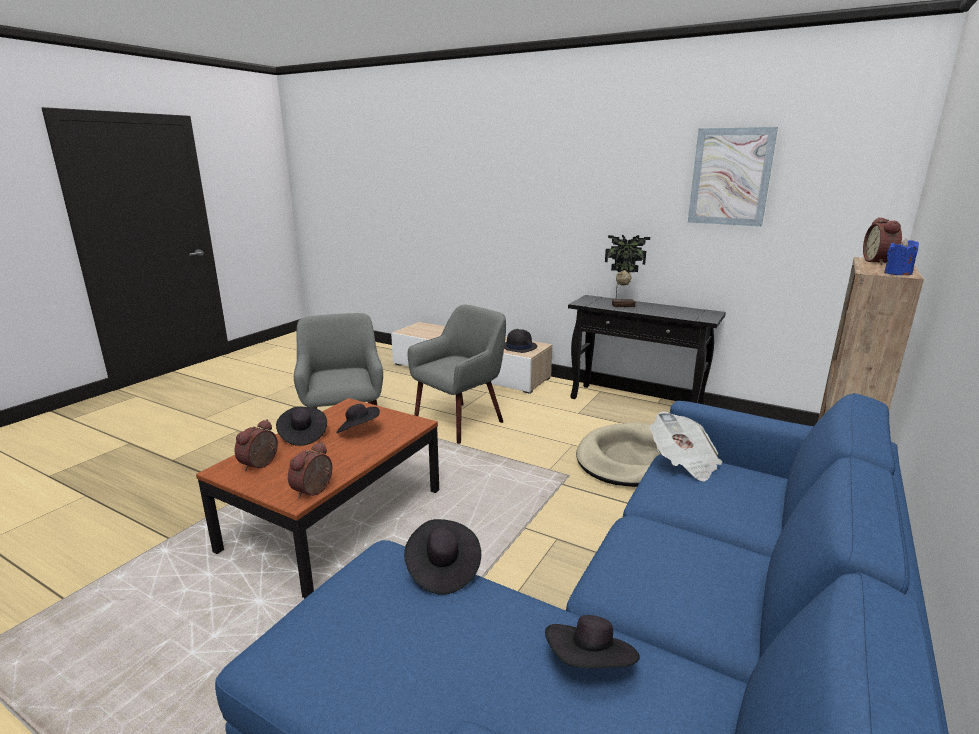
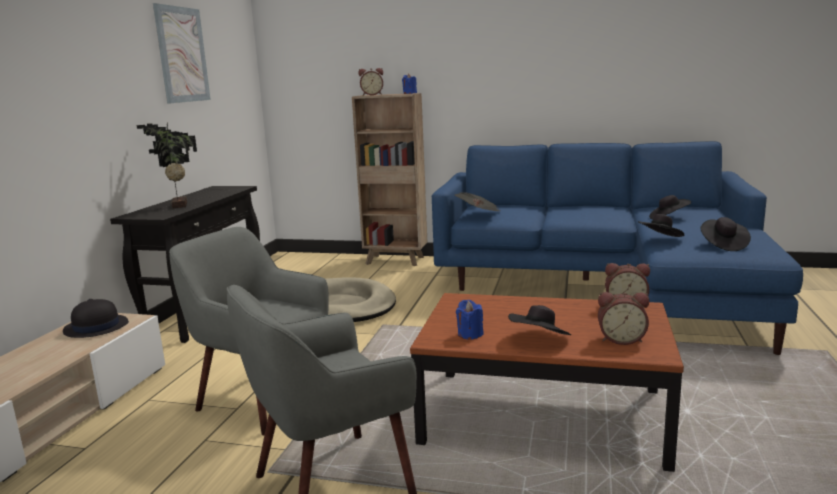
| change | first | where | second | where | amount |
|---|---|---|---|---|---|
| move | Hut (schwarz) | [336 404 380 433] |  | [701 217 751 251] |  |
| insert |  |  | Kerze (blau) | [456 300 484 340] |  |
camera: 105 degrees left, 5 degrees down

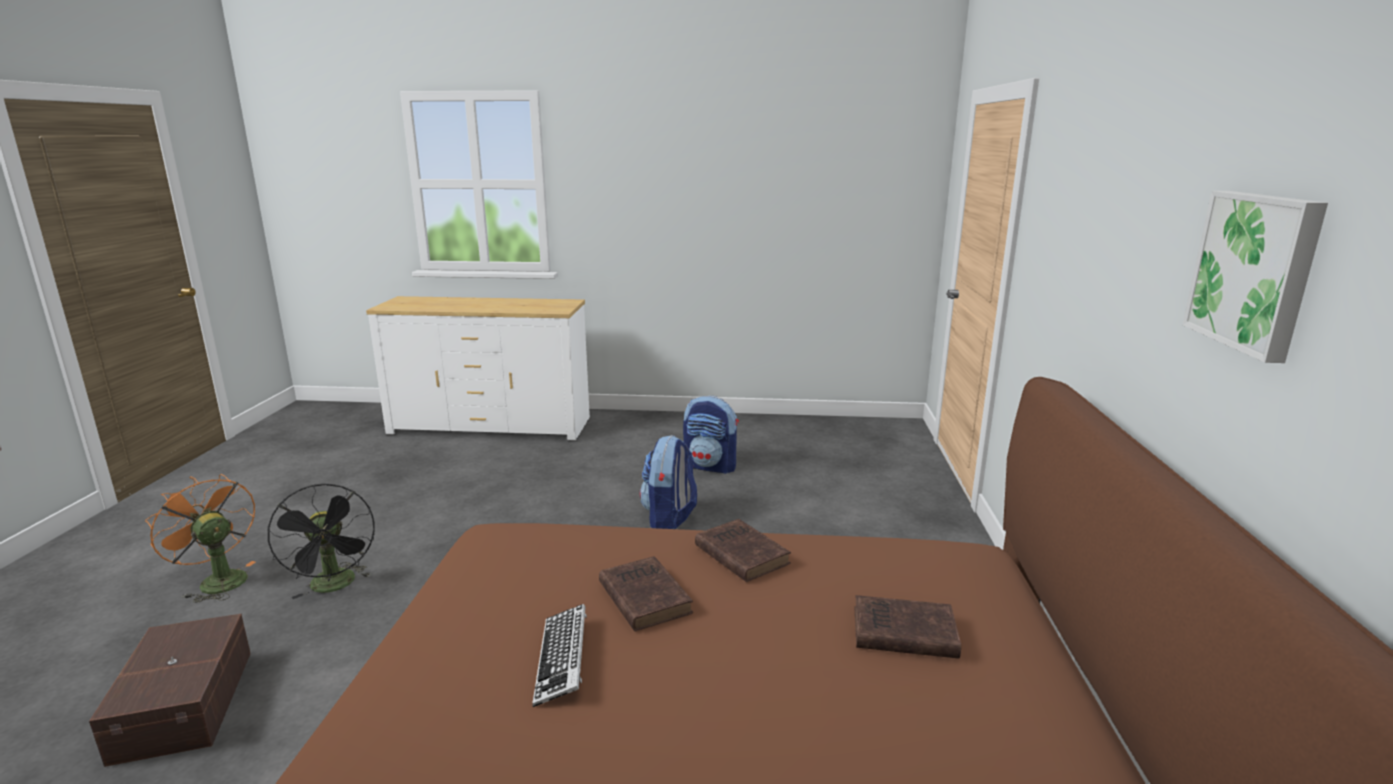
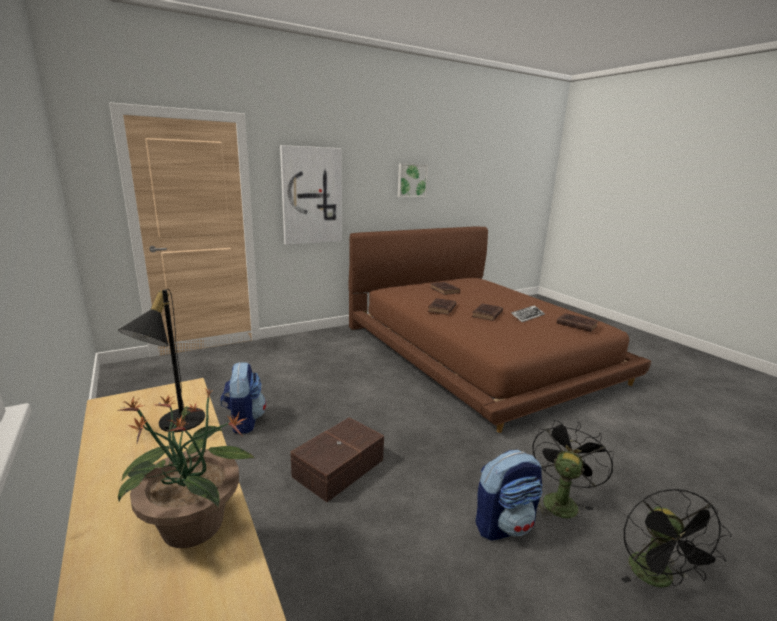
| change | first | where | second | where | amount |
|---|---|---|---|---|---|
| move | Aufbewahrungsbox (braun) | [89 614 251 767] |  | [290 417 384 502] |  |
| recolor | Ventilator (orange) | [145 474 256 603] | Ventilator (schwarz) | [621 489 732 588] |  |
| move | Rucksack | [640 435 697 529] |  | [475 450 542 540] |  |
| insert |  |  | Tischlampe (schwarz) | [118 289 205 432] |  |
| insert |  |  | Topfpflanze | [118 388 256 548] |  |
| insert |  |  | Bild | [280 145 342 245] |  |
| insert |  |  | Buch (braun) | [557 313 598 332] |  |
camera: 125 degrees left, 0 degrees up

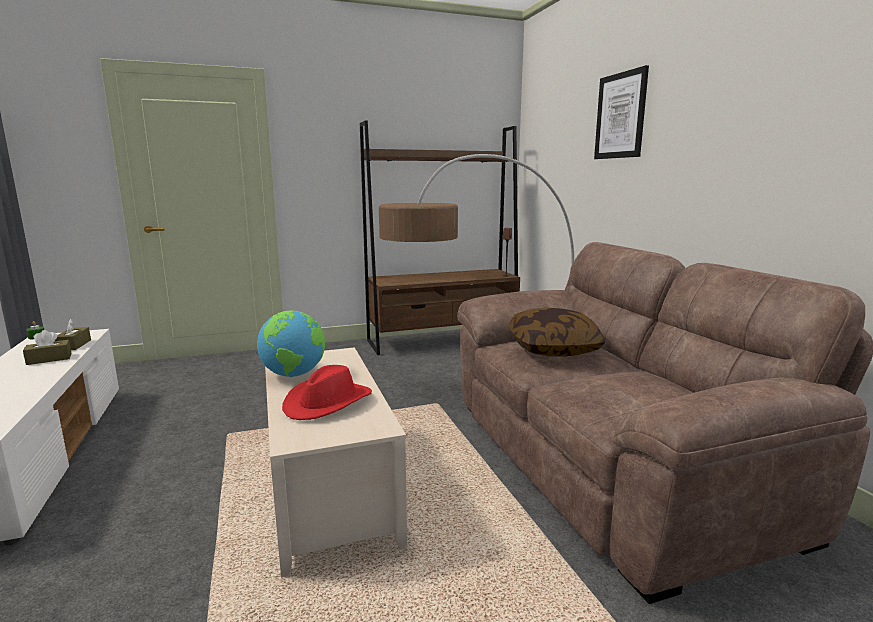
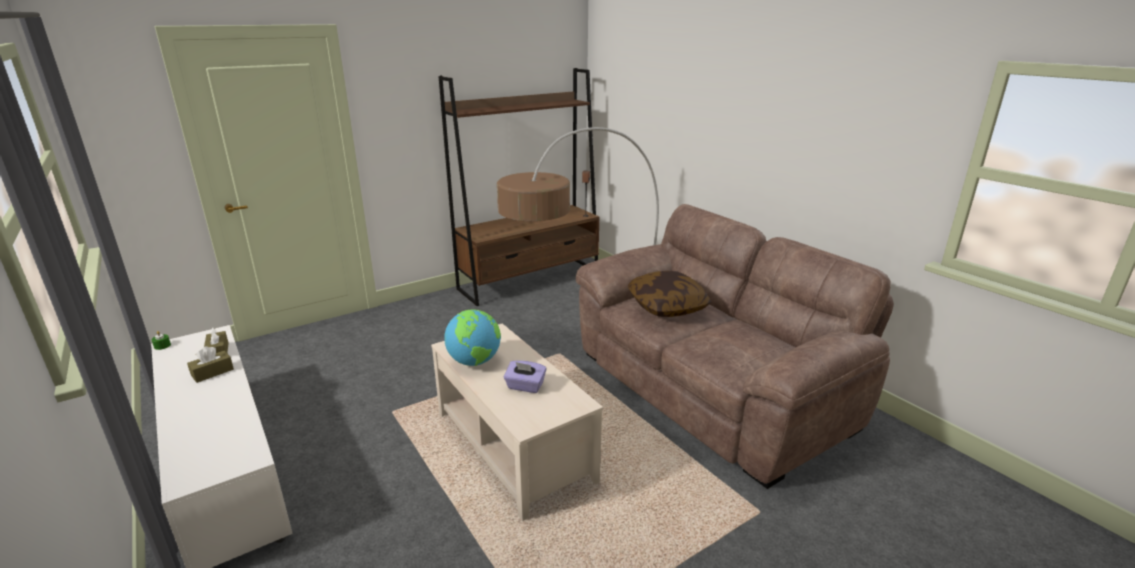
| change | first | where | second | where | amount |
|---|---|---|---|---|---|
| replace | Hut (rot) | [282 365 372 420] | Taschentuchbox (lila) | [504 360 547 393] |  |
| delete | Bild | [594 65 649 159] |  |  |  |
camera: 15 degrees left, 10 degrees up

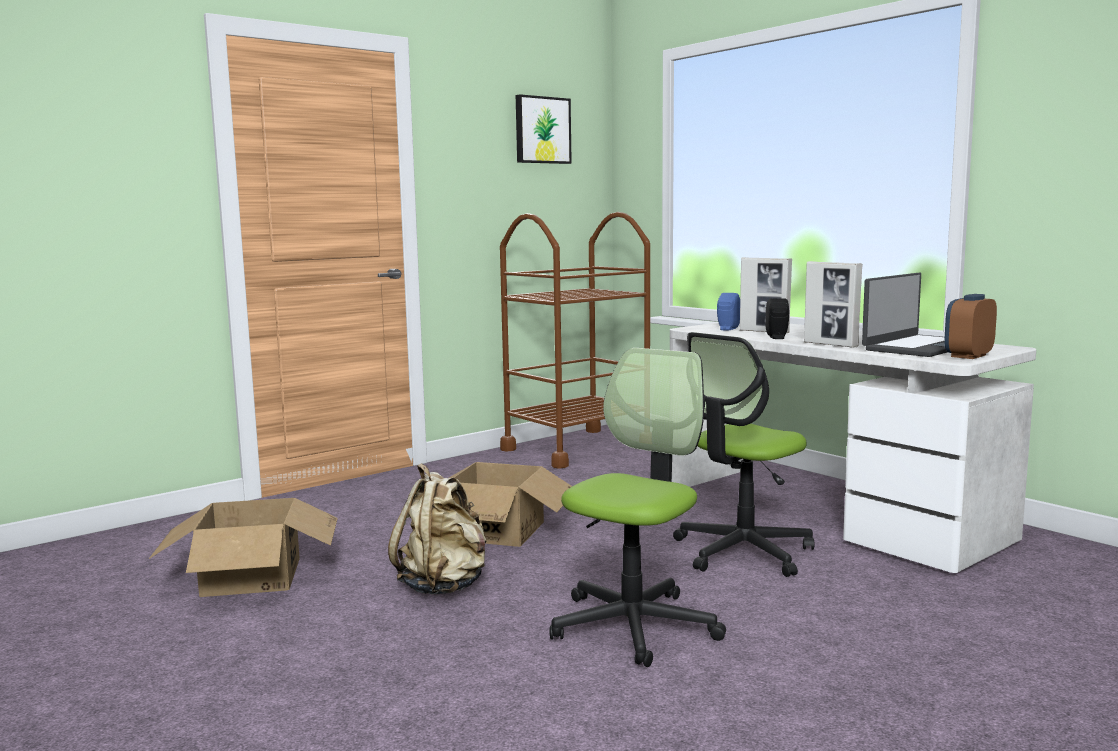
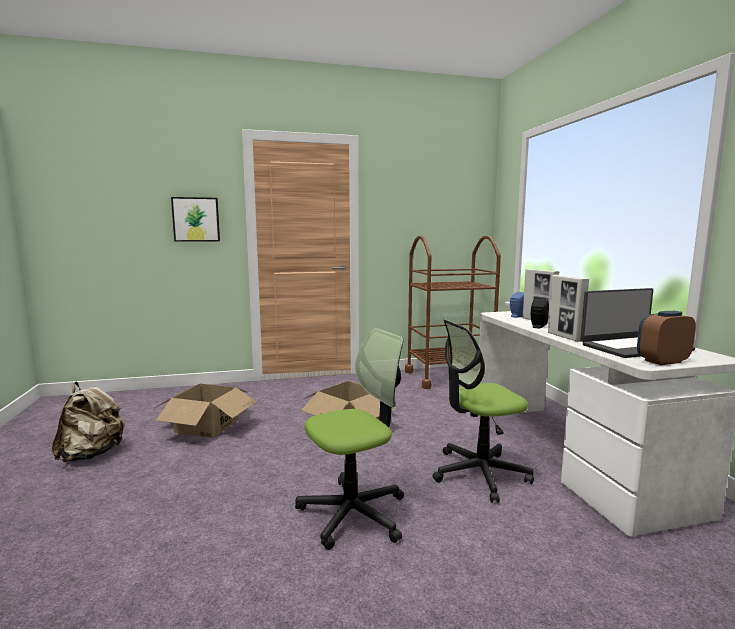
| change | first | where | second | where | amount |
|---|---|---|---|---|---|
| move | Rucksack (beige) | [388 463 486 594] |  | [52 382 125 462] |  |
| move | Bild | [516 94 572 164] |  | [171 197 220 242] |  |
camera: 25 degrees right, 0 degrees up

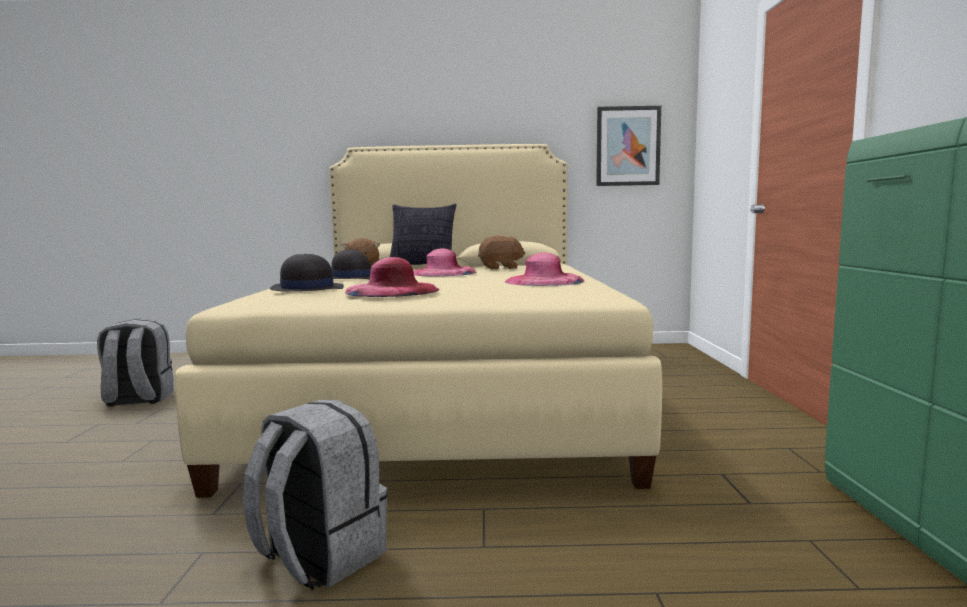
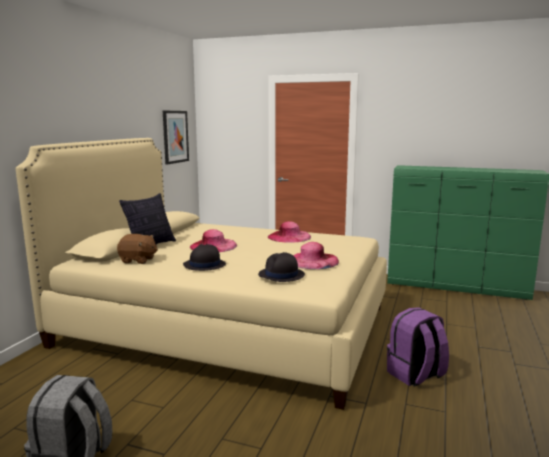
| change | first | where | second | where | amount |
|---|---|---|---|---|---|
| recolor | Rucksack (grau) | [243 400 387 590] | Rucksack (lila) | [387 307 449 387] |  |
| delete | Plüschtier (braun) | [478 236 525 270] |  |  |  |
camera: 70 degrees left, 5 degrees up

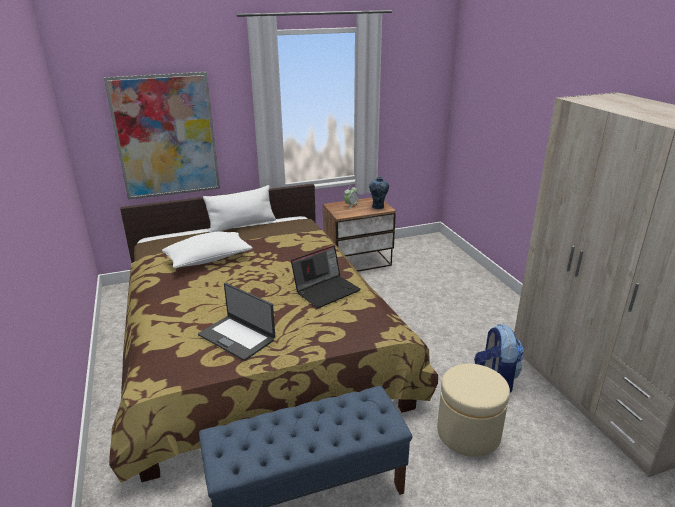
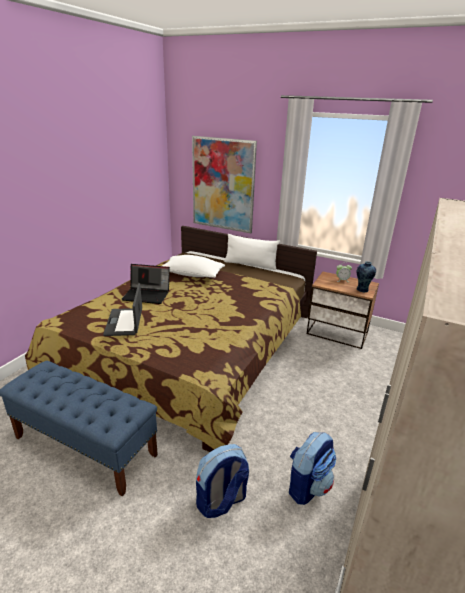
| change | first | where | second | where | amount |
|---|---|---|---|---|---|
| move | Laptop | [291 245 361 308] |  | [121 264 170 304] |  |
| replace | Polsterhocker (beige) | [437 364 510 457] | Rucksack | [196 444 249 518] |  |
camera: 45 degrees right, 0 degrees up

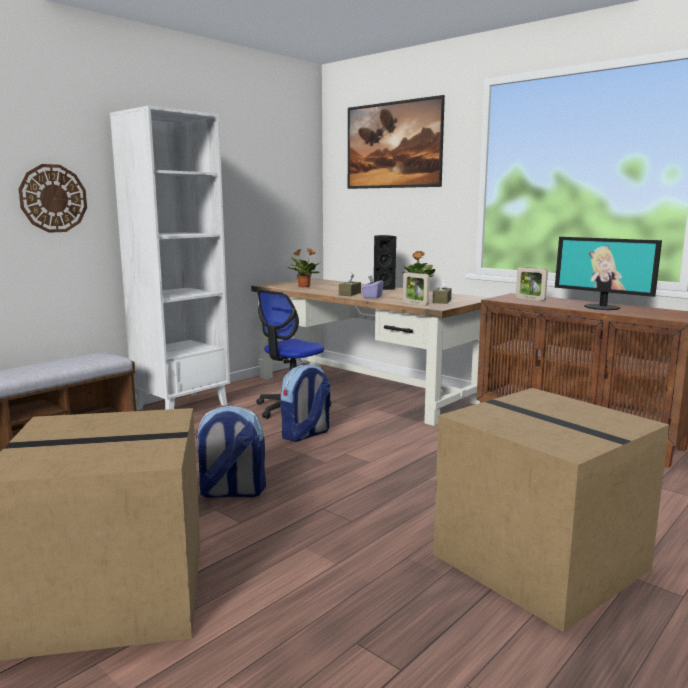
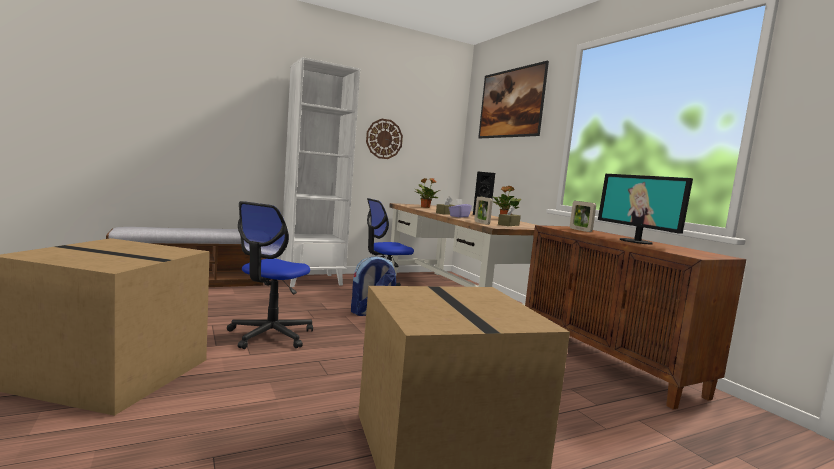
| change | first | where | second | where | amount |
|---|---|---|---|---|---|
| move | Wanduhr | [18 164 87 233] |  | [366 119 403 159] |  |
| replace | Rucksack | [194 405 266 498] | Bürostuhl | [227 201 313 349] |  |
camera: 20 degrees right, 5 degrees down

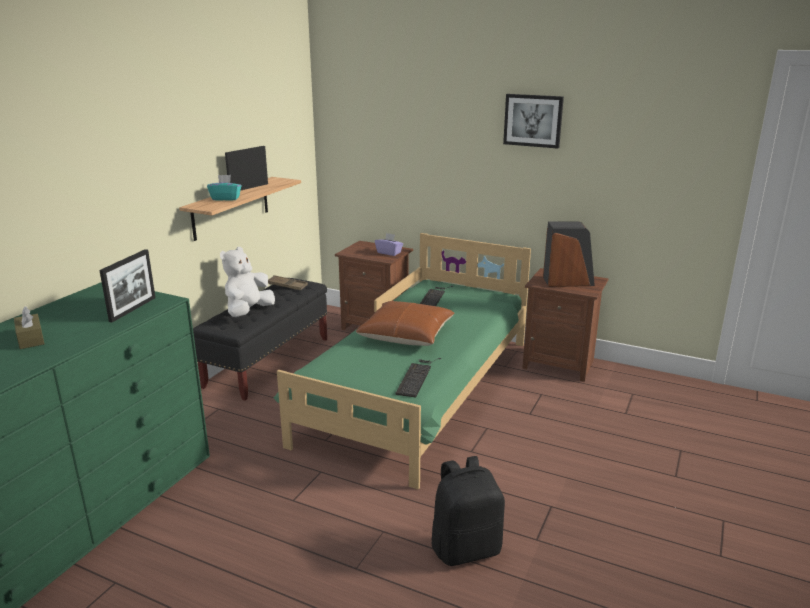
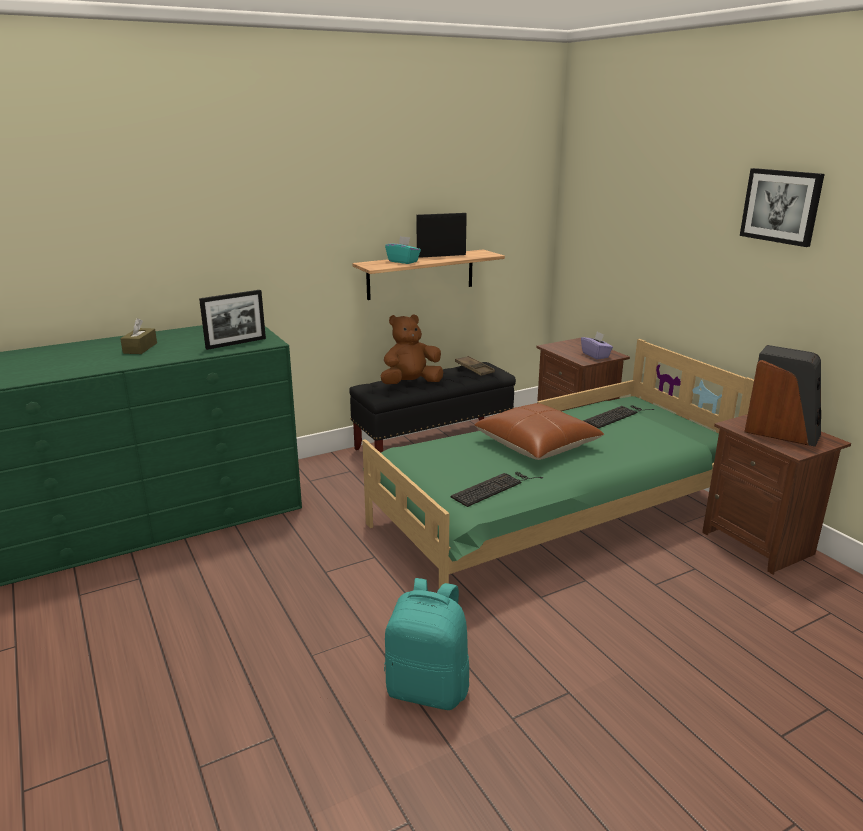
| change | first | where | second | where | amount |
|---|---|---|---|---|---|
| recolor | Plüschtier (weiß) | [220 247 275 317] | Plüschtier (braun) | [381 315 443 384] |  |
| recolor | Rucksack (schwarz) | [431 456 505 566] | Rucksack (türkis) | [384 578 469 710] |  |
camera: 35 degrees right, 0 degrees up

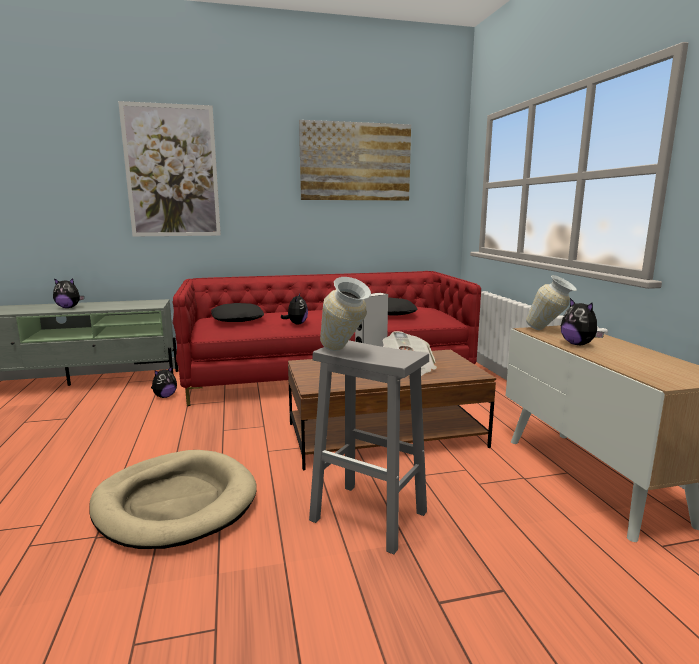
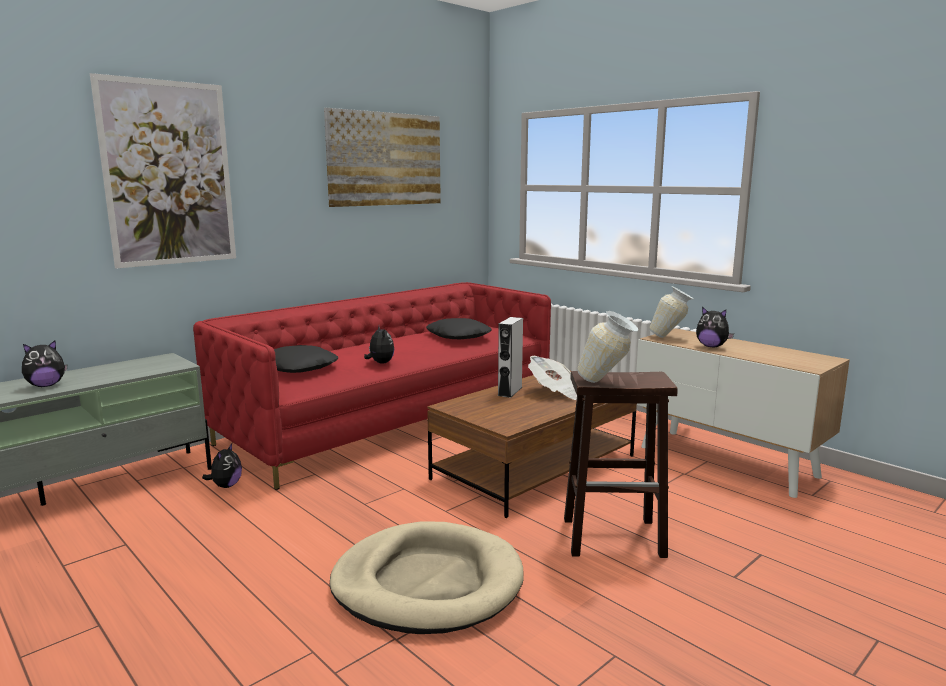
| change | first | where | second | where | amount |
|---|---|---|---|---|---|
| recolor | Hocker (grau) | [309 340 429 554] | Hocker (braun) | [564 371 678 558] |  |
camera: 30 degrees left, 0 degrees up

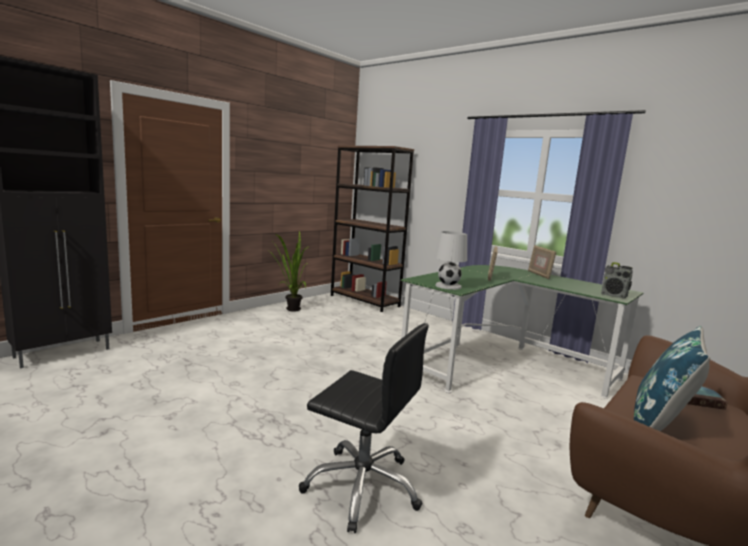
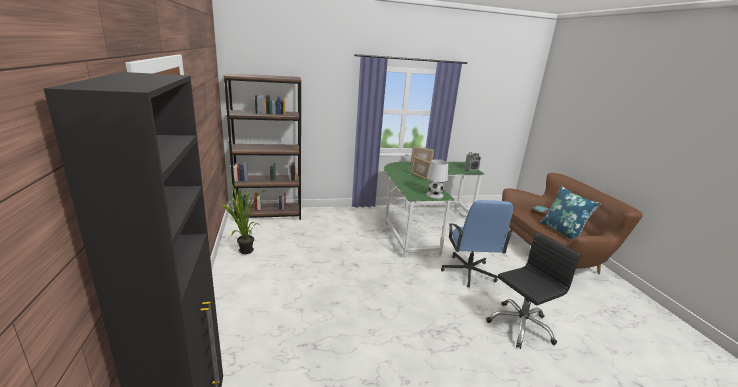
| change | first | where | second | where | amount |
|---|---|---|---|---|---|
| insert |  |  | Bürostuhl (blau) | [441 200 513 288] |  |
camera: 55 degrees left, 10 degrees up

